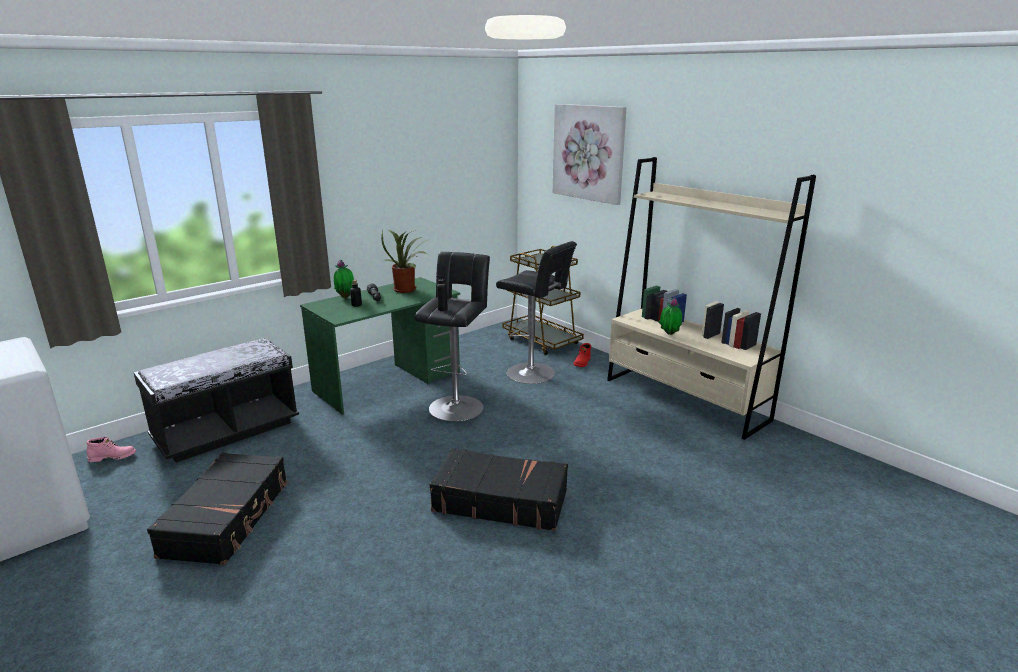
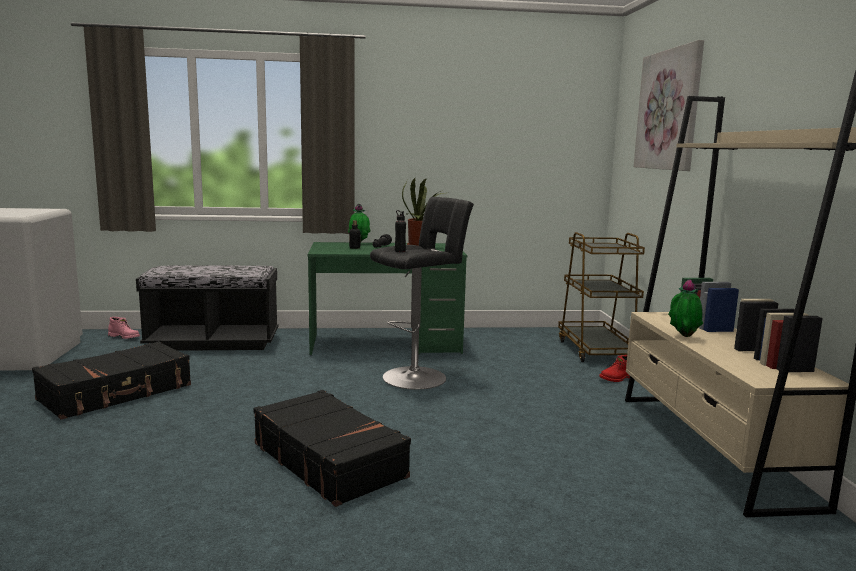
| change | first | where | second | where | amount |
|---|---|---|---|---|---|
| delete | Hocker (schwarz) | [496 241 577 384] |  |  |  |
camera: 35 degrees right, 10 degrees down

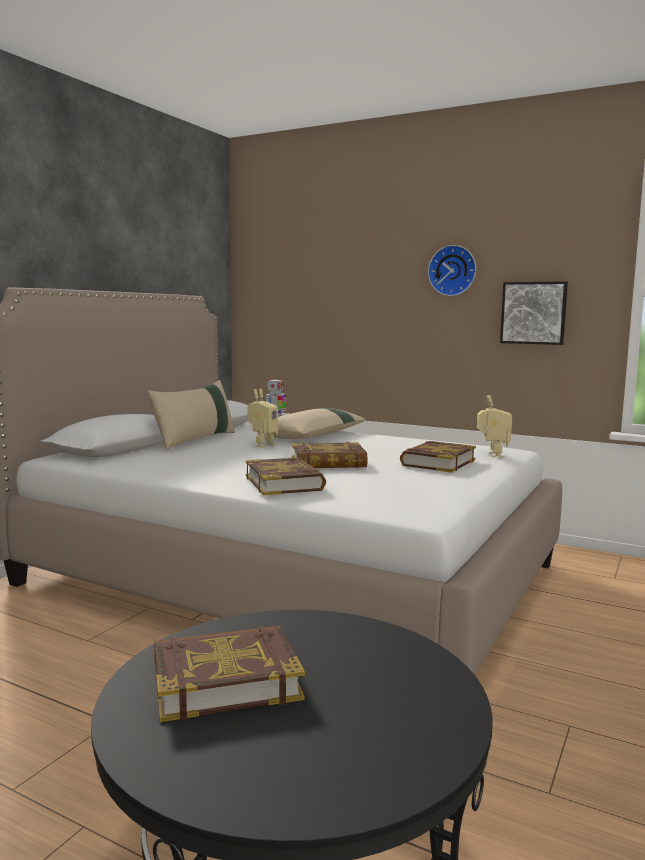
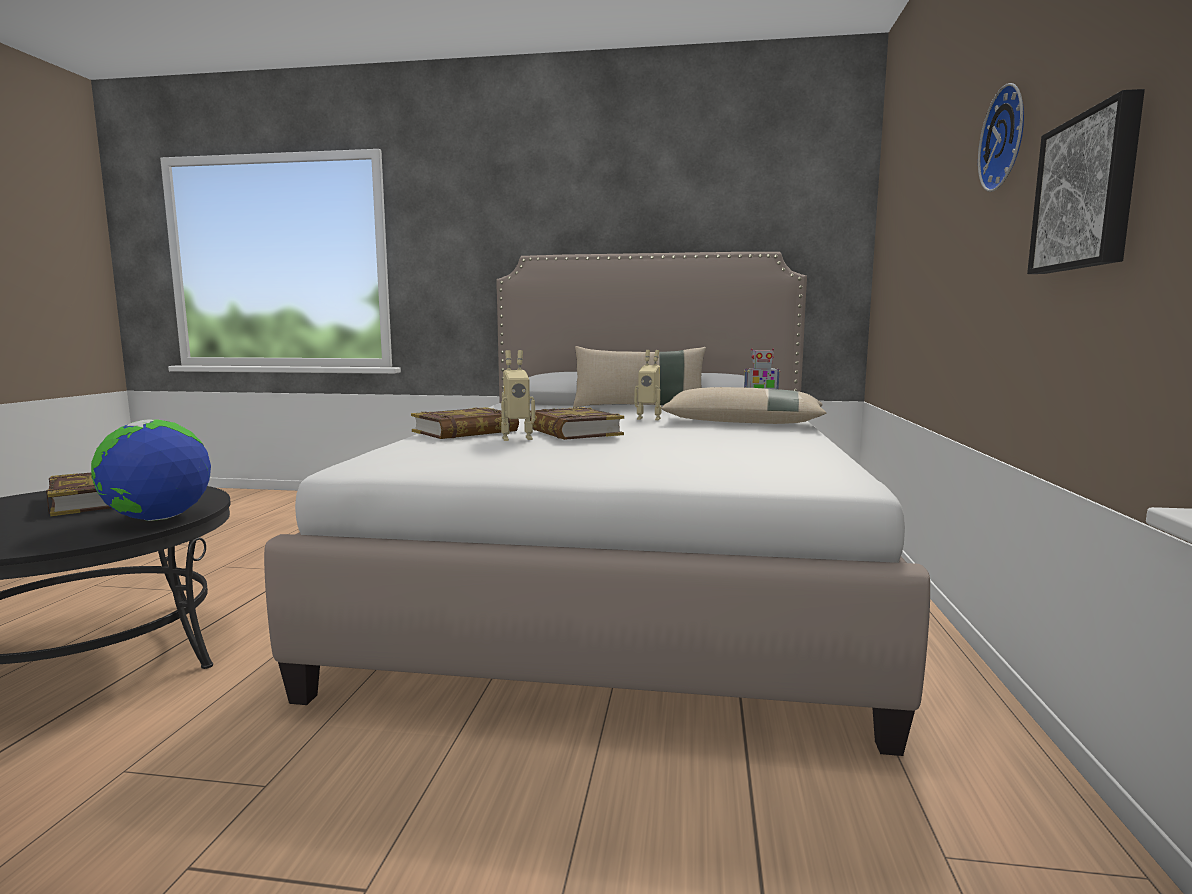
| change | first | where | second | where | amount |
|---|---|---|---|---|---|
| delete | Buch | [400 441 476 473] |  |  |  |
| move | Spielzeugroboter | [477 395 512 457] |  | [501 350 535 441] |  |
| insert |  |  | Globus | [91 419 211 521] |  |
camera: 70 degrees right, 0 degrees up

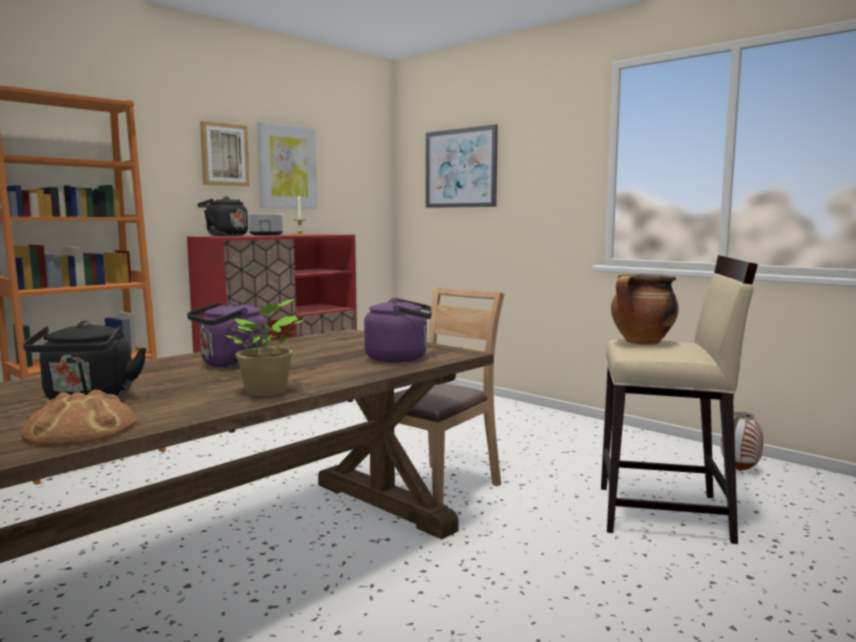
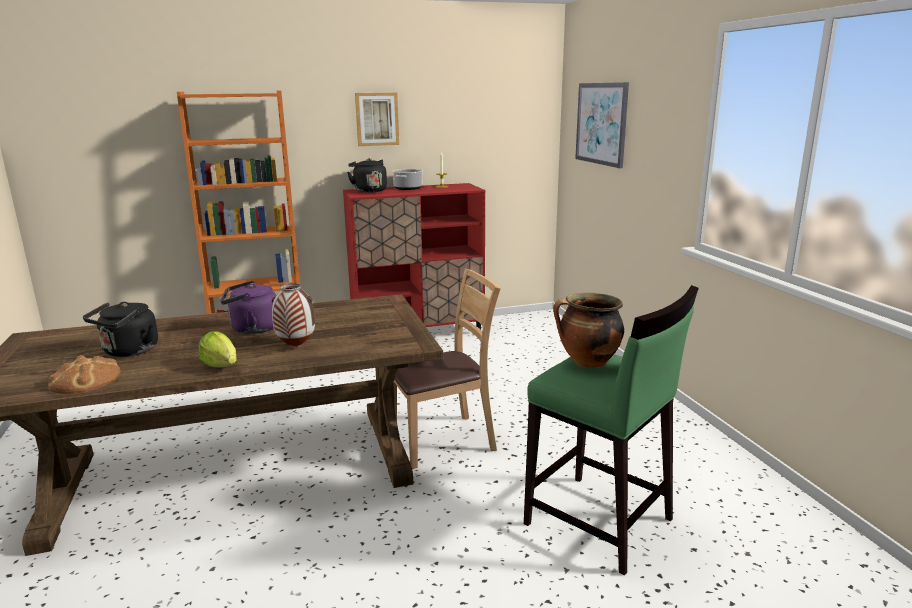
| change | first | where | second | where | amount |
|---|---|---|---|---|---|
| replace | Topfpflanze | [225 298 304 396] | Salatkopf | [198 331 237 368] |  |
| delete | Bild | [257 122 317 209] |  |  |  |
| delete | Wasserkessel (lila) | [364 298 432 363] |  |  |  |
| recolor | Hocker (beige) | [601 255 758 544] | Hocker (grün) | [524 285 699 576] |  |
| move | Vase | [721 412 763 471] |  | [272 284 315 347] |  |
camera: 30 degrees right, 10 degrees up

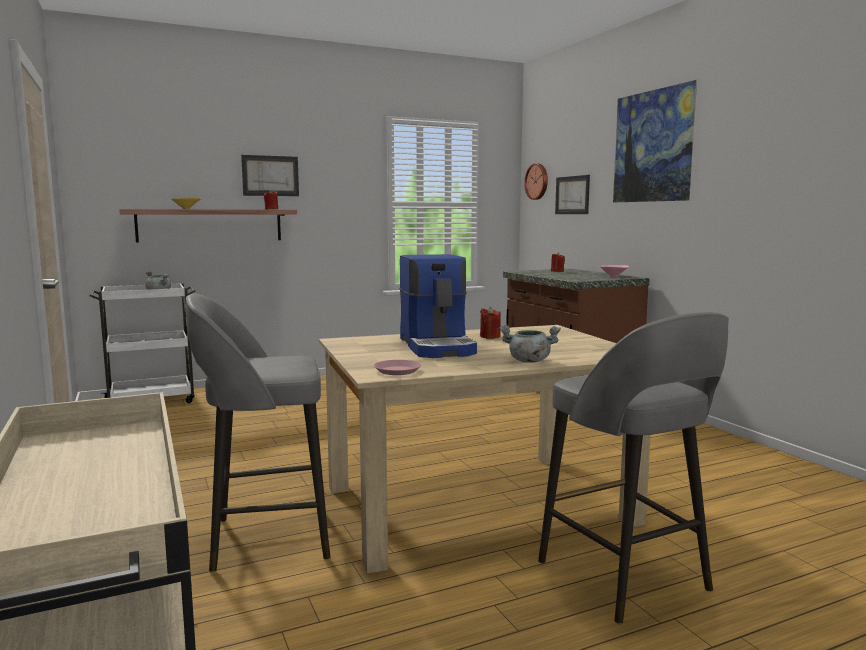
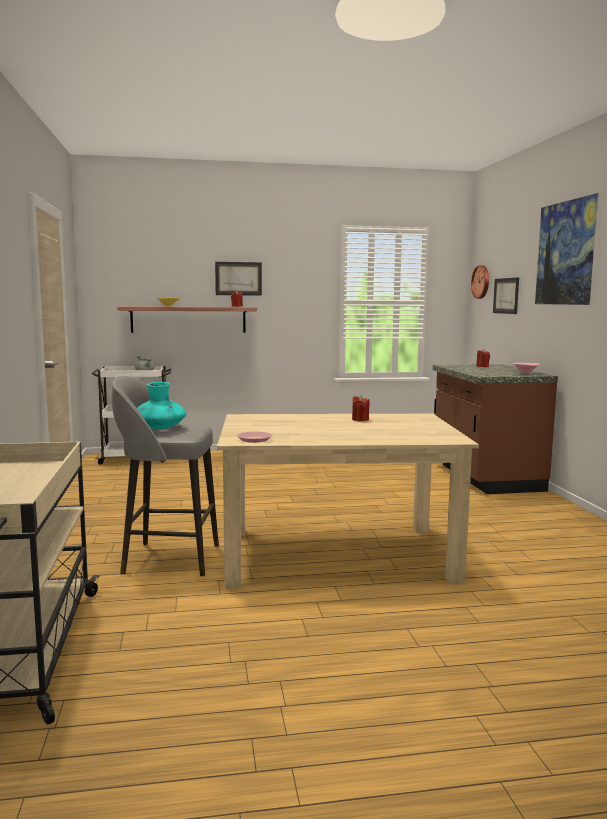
| change | first | where | second | where | amount |
|---|---|---|---|---|---|
| delete | Kaffeemaschine | [399 254 477 358] |  |  |  |
| delete | Kochtopf (grau) | [499 325 561 363] |  |  |  |
| delete | Hocker (grau) | [538 312 729 624] |  |  |  |
| insert |  |  | Vase (türkis) | [137 382 186 430] |  |
camera: 15 degrees right, 0 degrees up

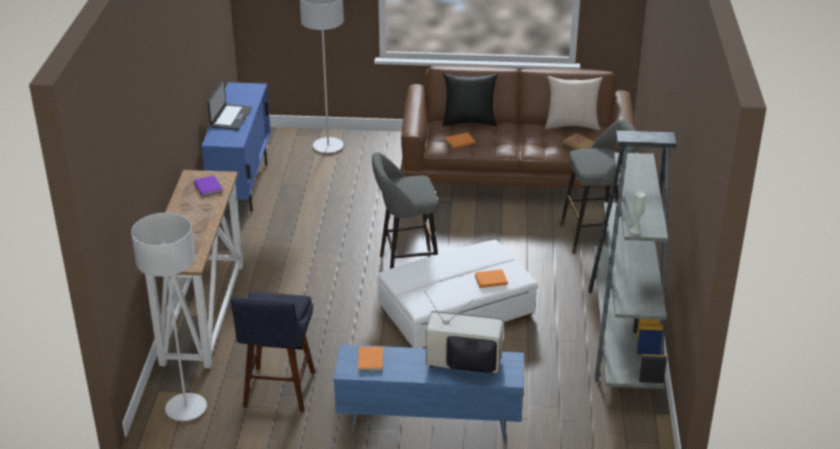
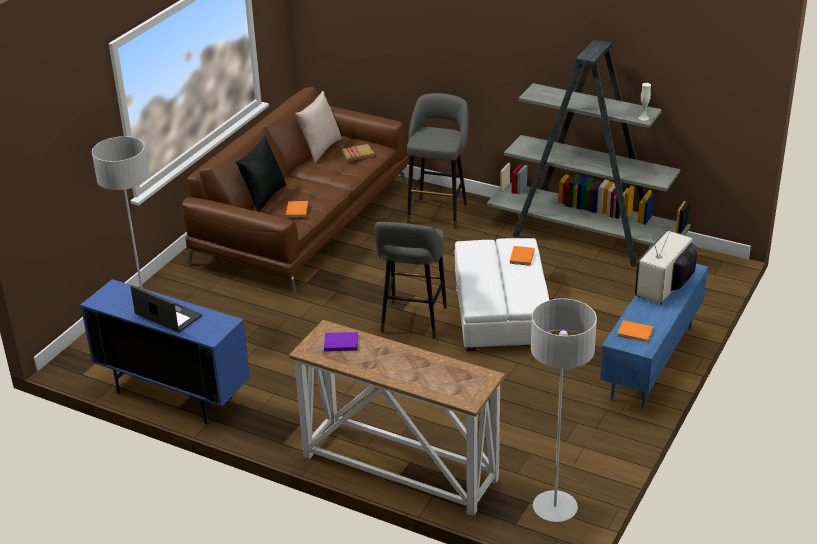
| change | first | where | second | where | amount |
|---|---|---|---|---|---|
| delete | Hocker (blau) | [230 292 315 412] |  |  |  |
camera: 65 degrees left, 0 degrees up

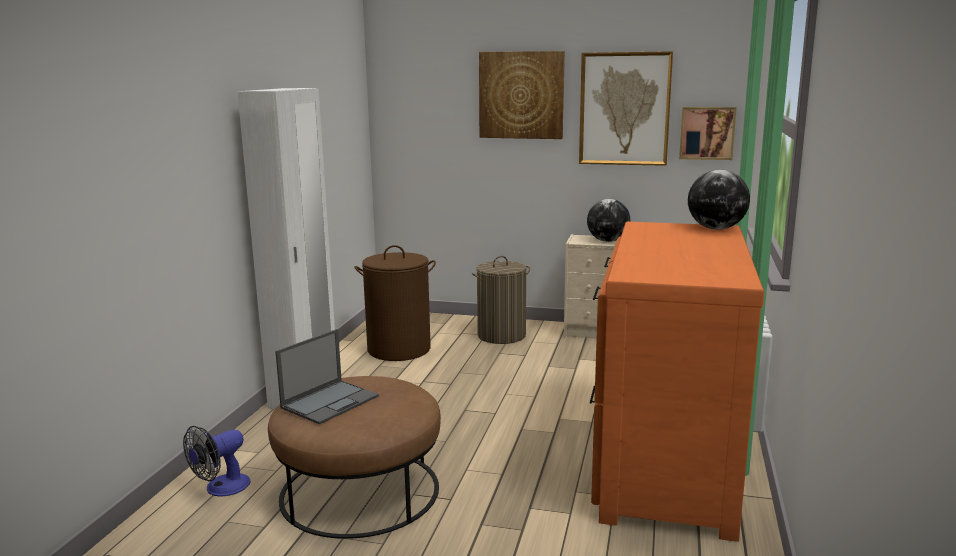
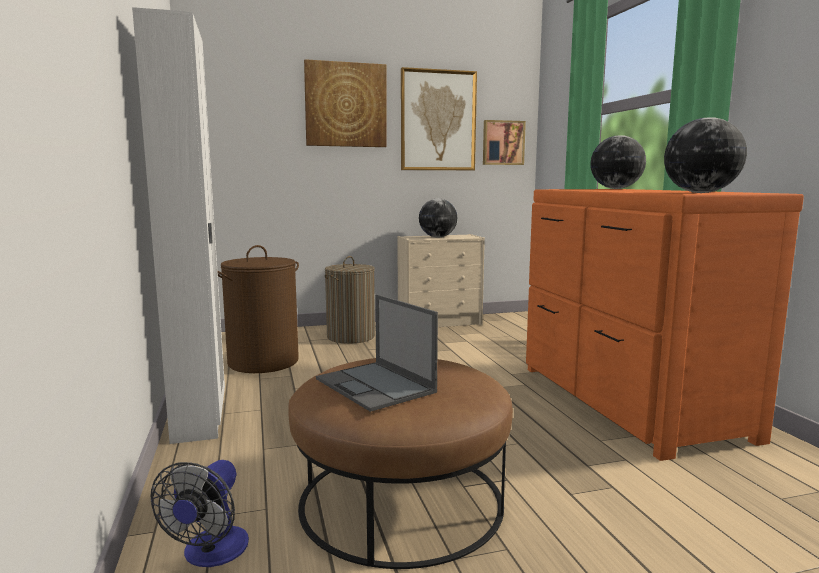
| change | first | where | second | where | amount |
|---|---|---|---|---|---|
| rotate | Laptop | [275 329 379 424] |  | [316 294 438 412] | 135 degrees clockwise |
| insert |  |  | Globus | [664 117 747 193] |  |
camera: 30 degrees left, 5 degrees down

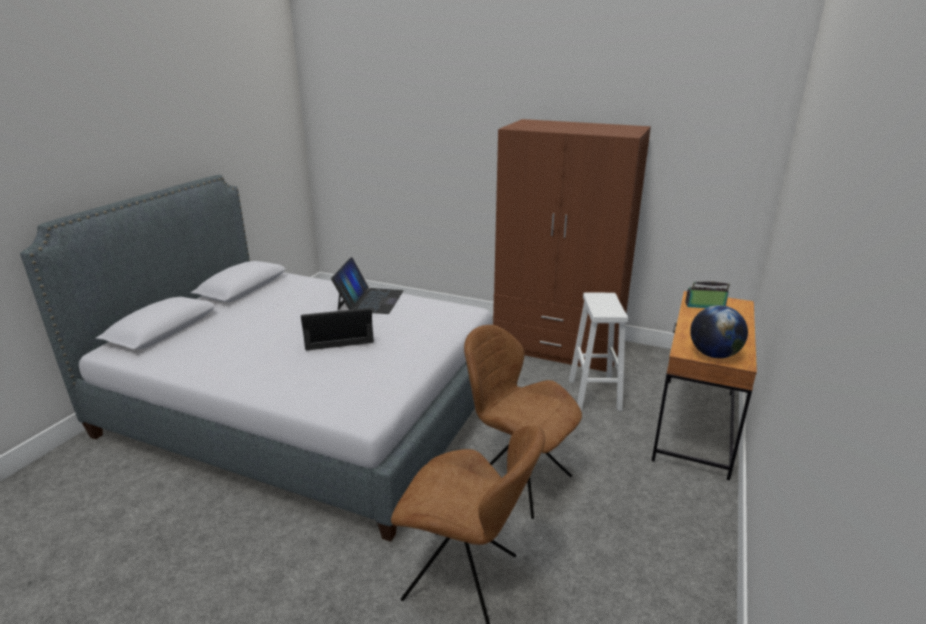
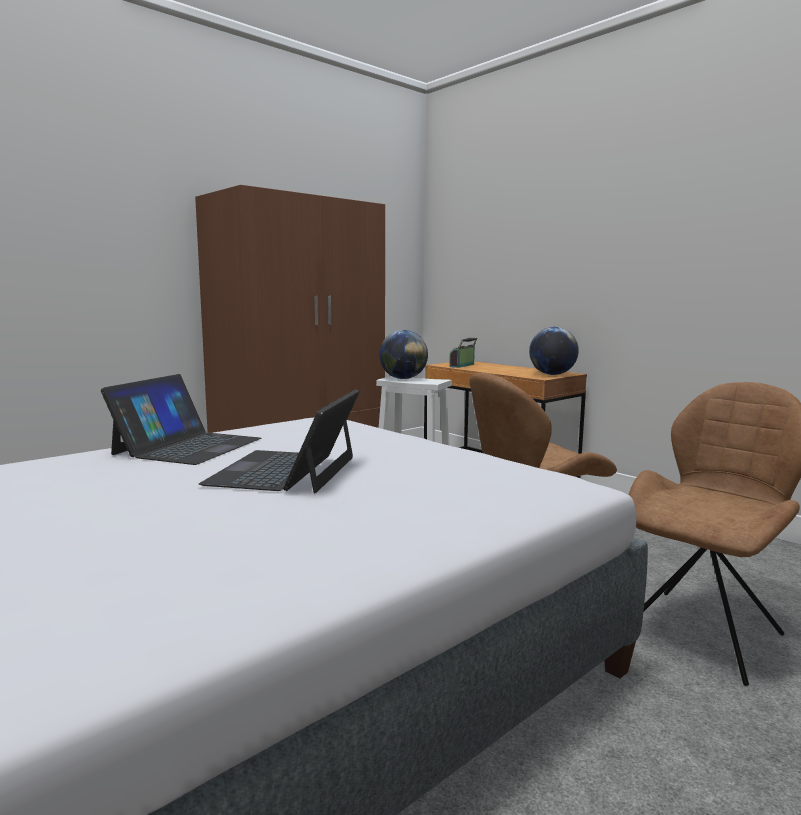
| change | first | where | second | where | amount |
|---|---|---|---|---|---|
| rotate | Laptop | [331 257 404 314] |  | [101 374 261 465] | 75 degrees clockwise |
| insert |  |  | Globus | [379 330 428 379] |  |
camera: 65 degrees left, 15 degrees down

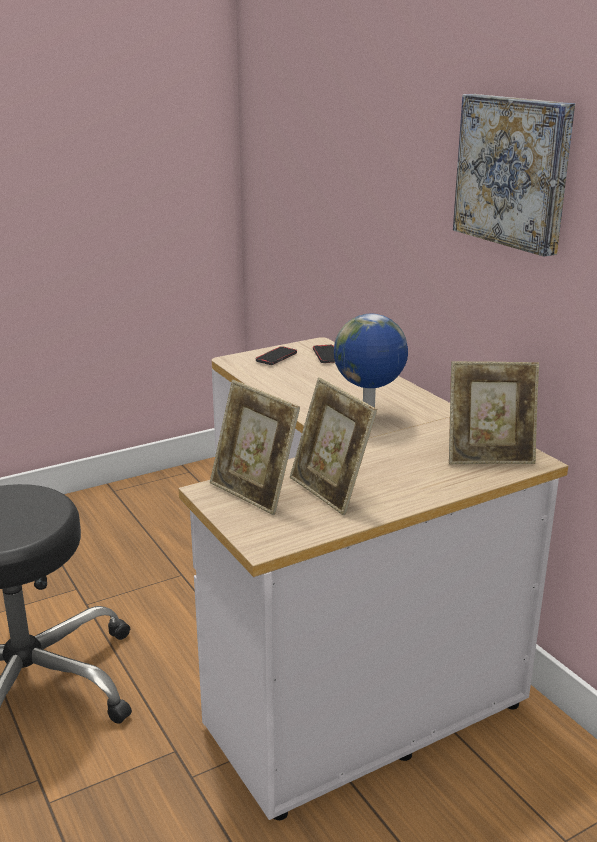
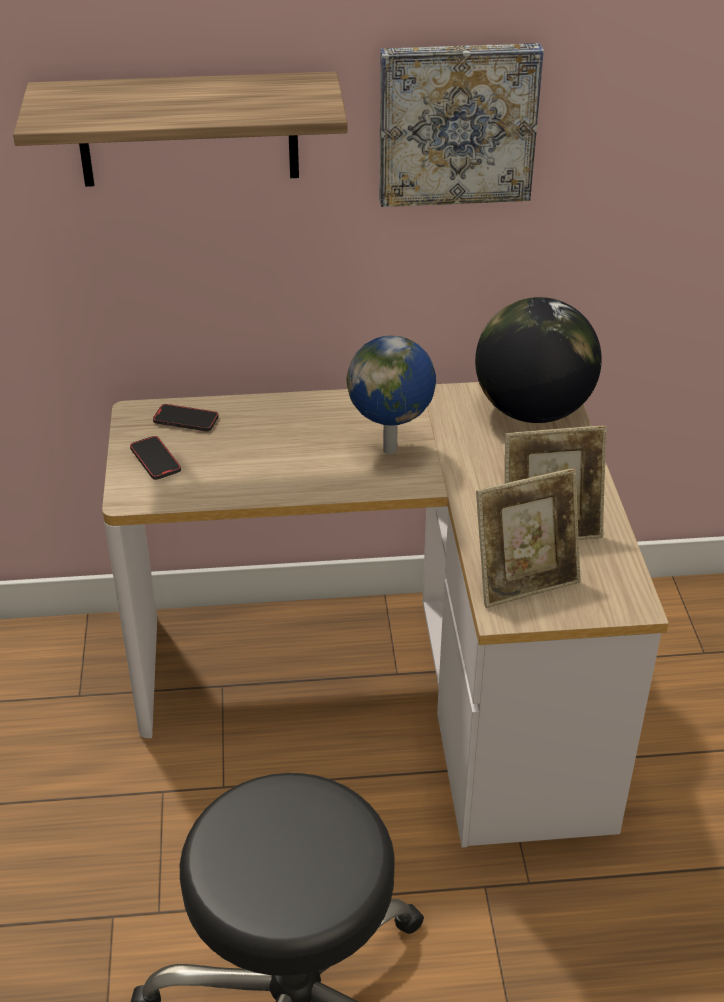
| change | first | where | second | where | amount |
|---|---|---|---|---|---|
| replace | Bilderrahmen | [449 361 539 464] | Globus | [475 297 602 423] |  |
| insert |  |  | Wandregal | [13 72 348 187] |  |
camera: 65 degrees left, 15 degrees up

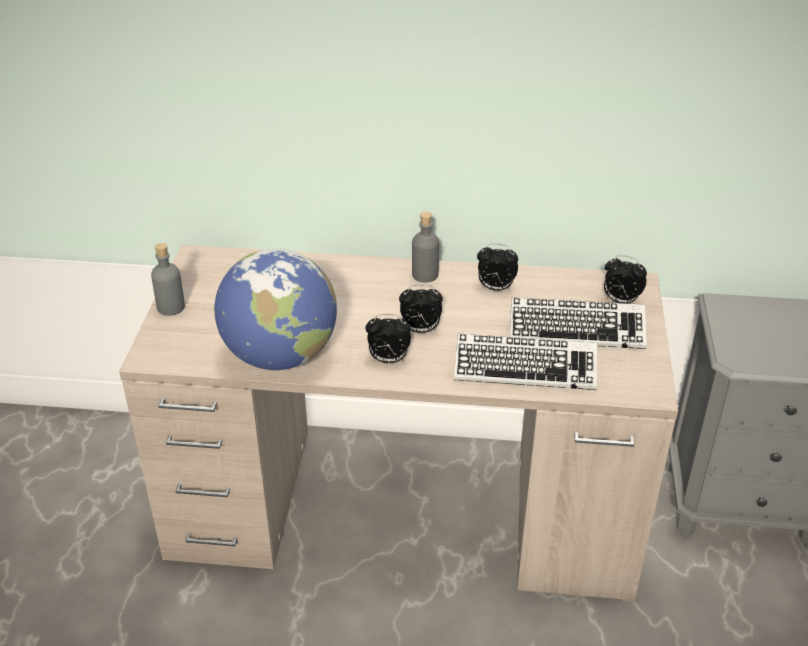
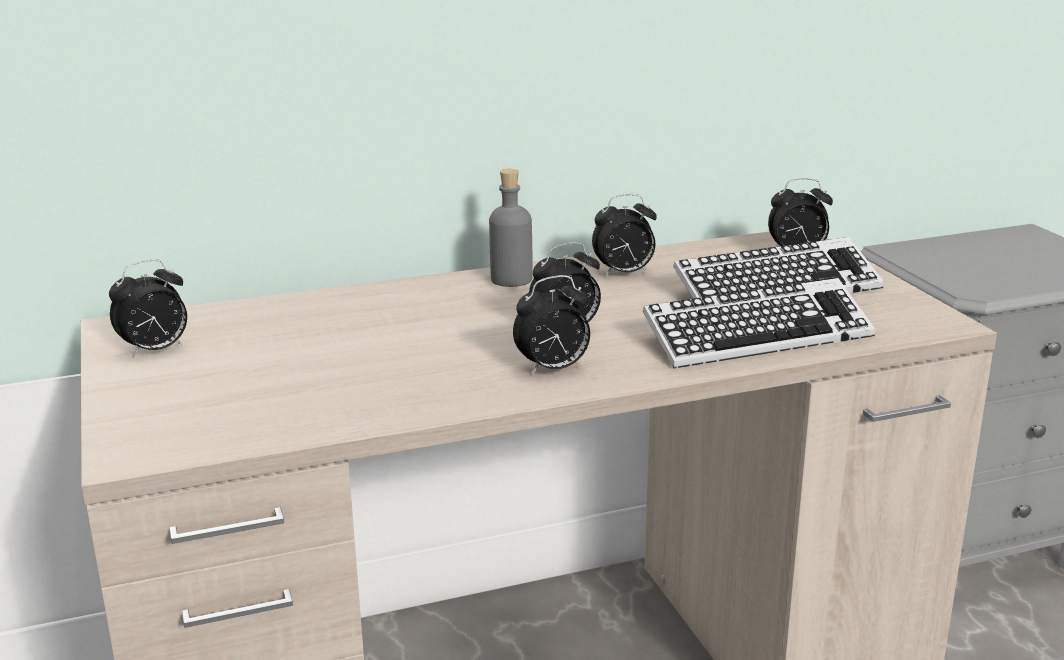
| change | first | where | second | where | amount |
|---|---|---|---|---|---|
| delete | Flasche (grau) | [151 243 185 316] |  |  |  |
| delete | Globus | [214 249 337 370] |  |  |  |
| insert |  |  | Wecker | [109 259 187 358] |  |
camera: 25 degrees left, 15 degrees down

